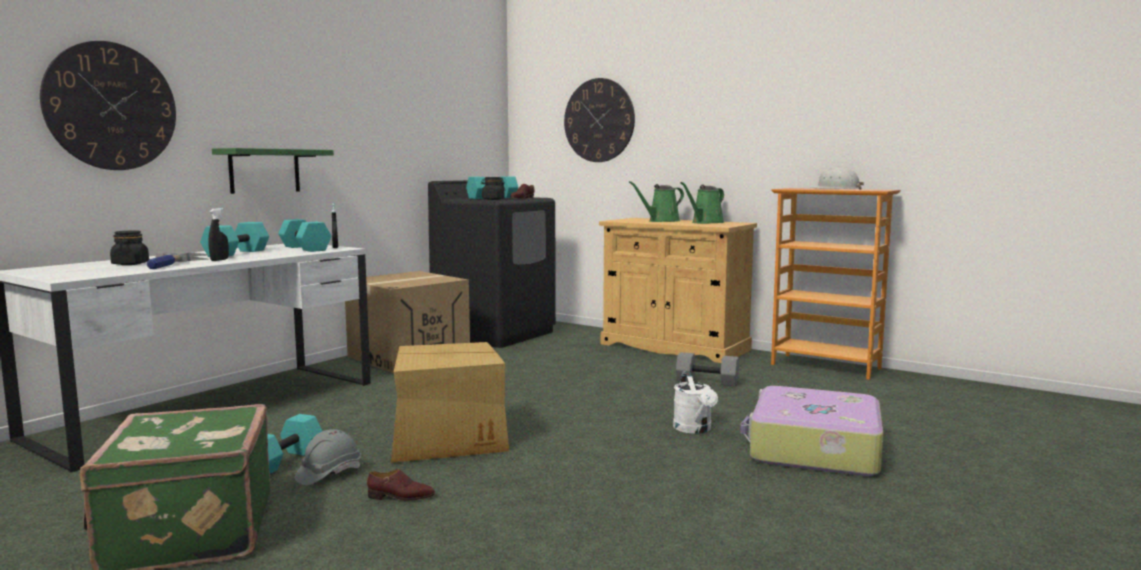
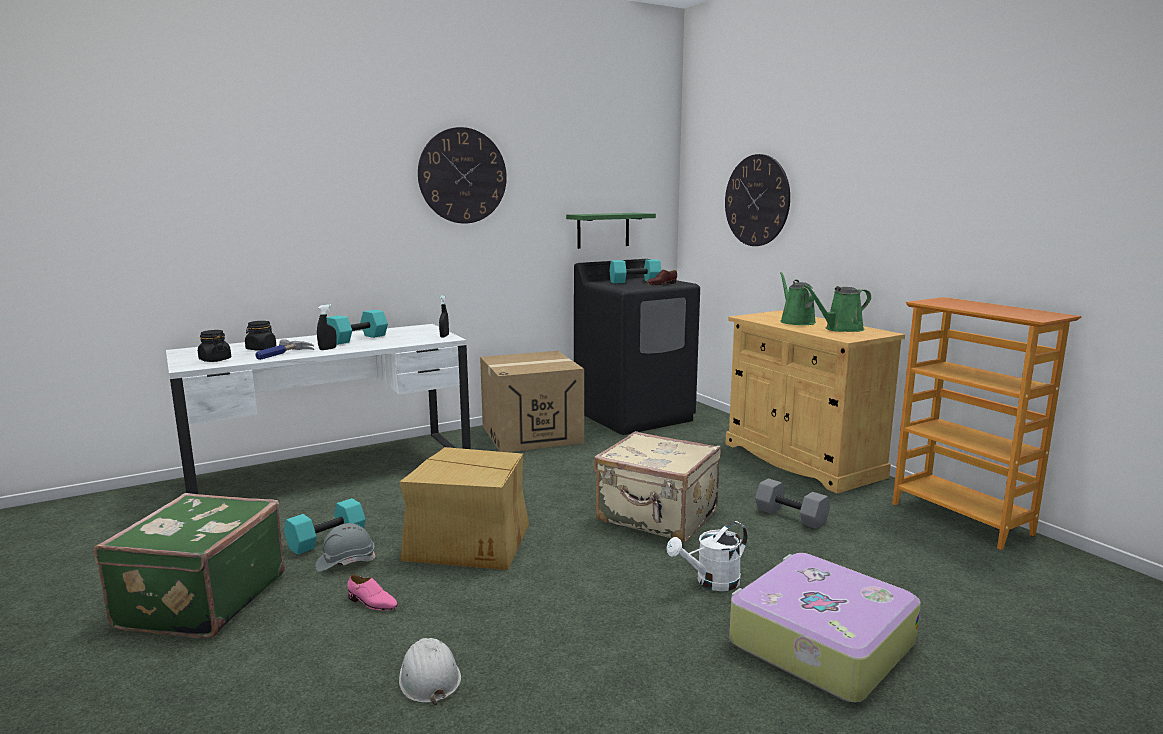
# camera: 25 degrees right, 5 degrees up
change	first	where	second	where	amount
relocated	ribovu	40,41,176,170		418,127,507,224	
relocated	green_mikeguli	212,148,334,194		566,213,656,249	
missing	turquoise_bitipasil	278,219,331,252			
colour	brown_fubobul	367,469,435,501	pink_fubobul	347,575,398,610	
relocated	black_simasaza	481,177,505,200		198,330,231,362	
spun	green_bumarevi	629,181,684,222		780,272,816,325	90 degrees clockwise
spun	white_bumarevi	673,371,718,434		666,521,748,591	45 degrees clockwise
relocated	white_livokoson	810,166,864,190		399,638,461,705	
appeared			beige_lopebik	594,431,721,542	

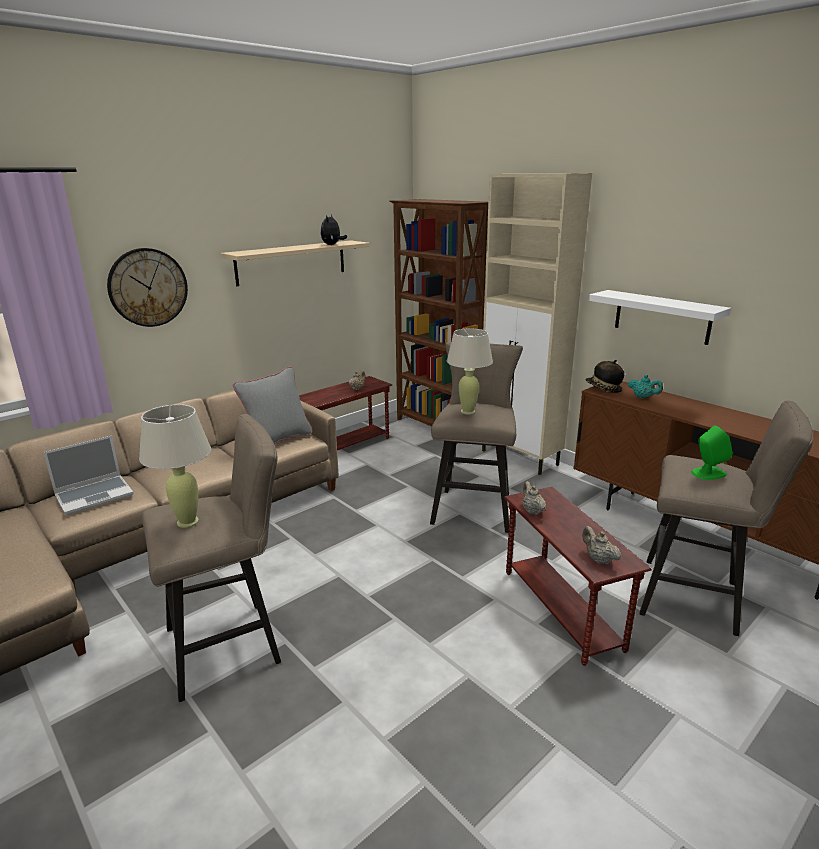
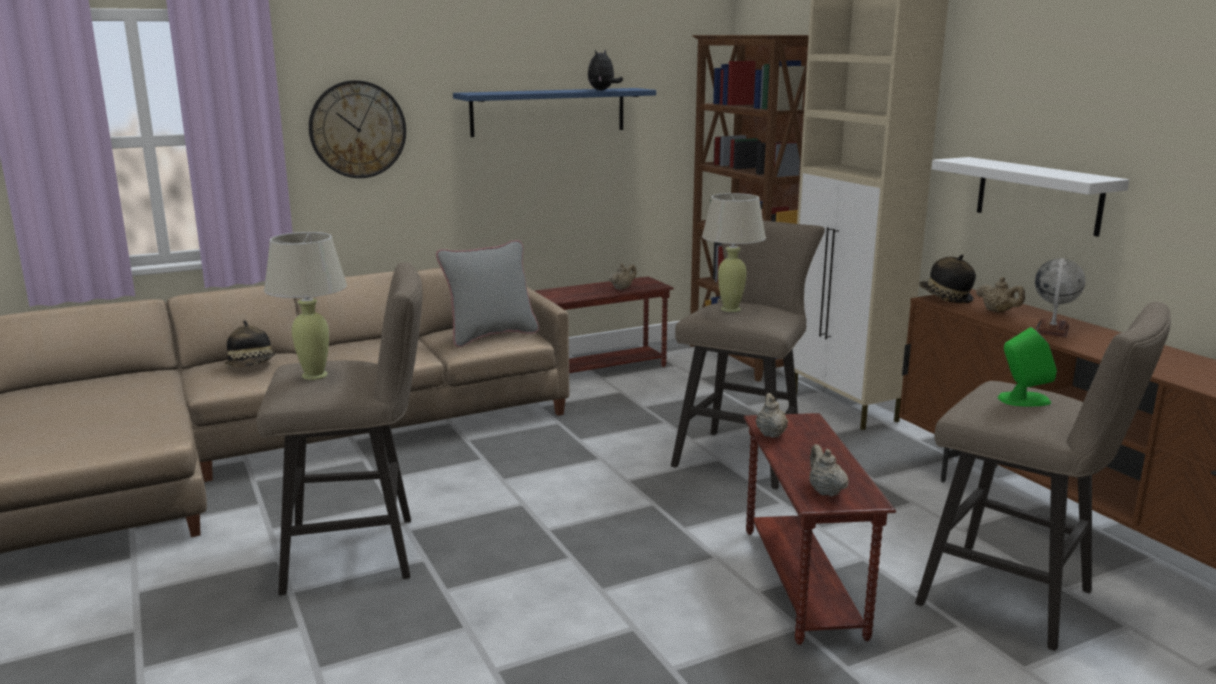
# camera: 15 degrees right, 5 degrees down
change	first	where	second	where	amount
exchanged	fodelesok	43,435,134,515	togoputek	225,320,276,367	
colour	beige_mikeguli	220,240,370,286	blue_mikeguli	453,88,656,137	
colour	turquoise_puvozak	628,375,663,398	beige_puvozak	976,277,1025,312	
appeared			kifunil	1035,258,1085,338	

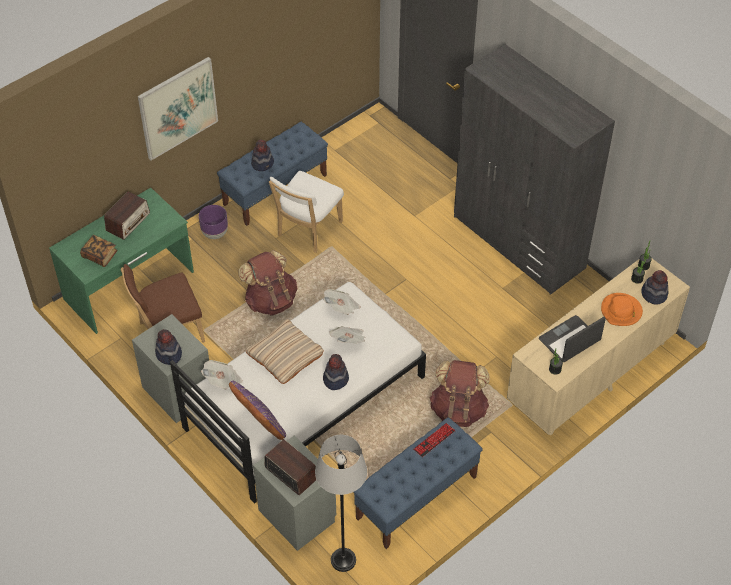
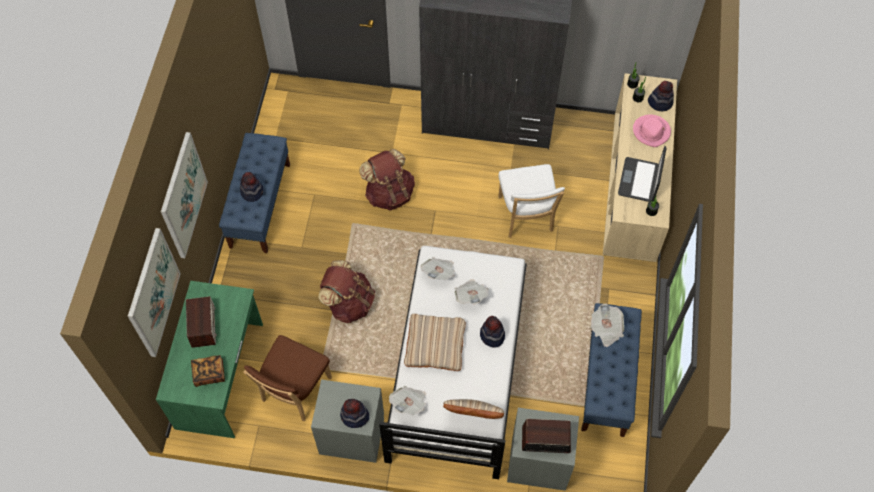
# camera: 40 degrees left, 10 degrees up
change	first	where	second	where	amount
missing	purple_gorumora	199,205,228,239			
colour	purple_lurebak	229,381,286,440	beige_lurebak	443,399,504,419	
relocated	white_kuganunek	269,171,344,253		498,164,565,238	
missing	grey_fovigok	315,435,367,572			
exchanged	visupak	413,423,456,457	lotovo	591,303,624,347	
relocated	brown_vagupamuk	430,360,490,427		359,149,415,211	
colour	orange_togoputek	601,293,643,326	pink_togoputek	633,114,671,147	
appeared			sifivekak	128,228,181,357	

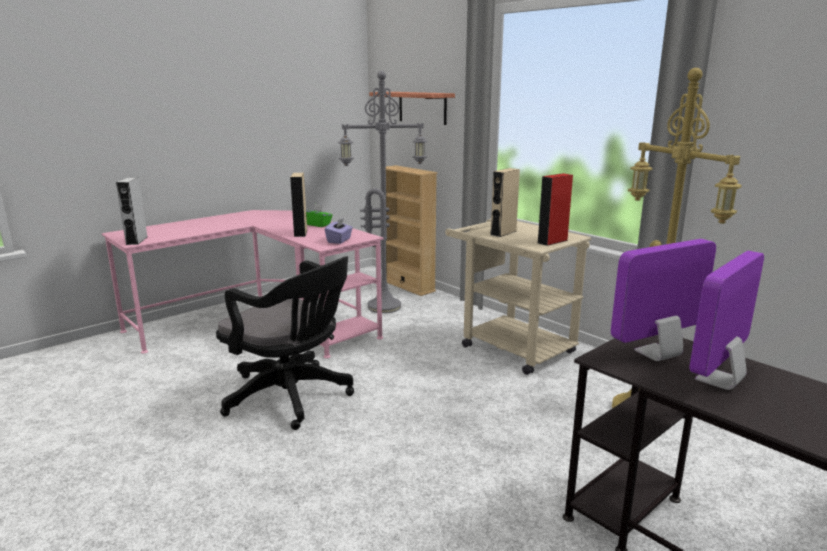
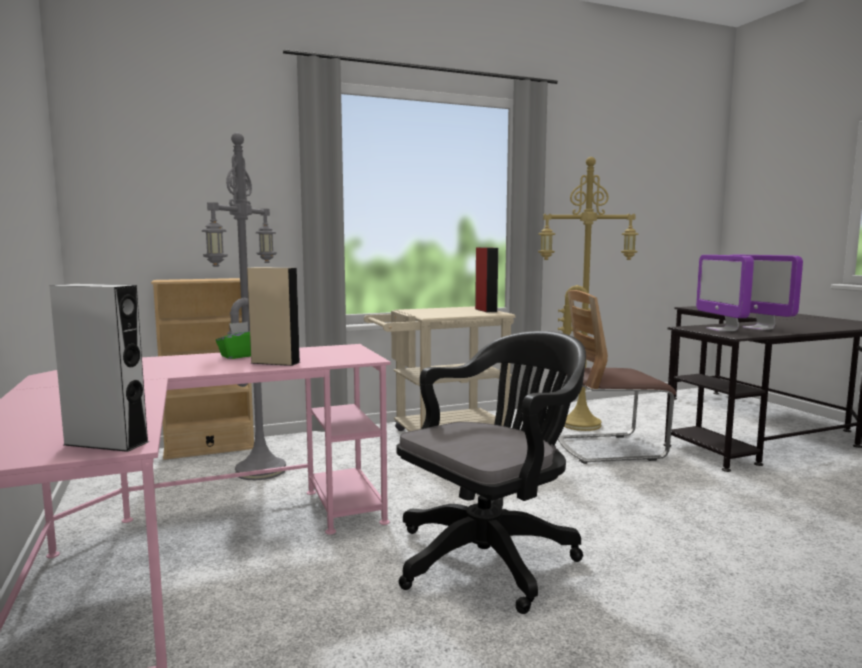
# camera: 70 degrees left, 10 degrees down
change	first	where	second	where	amount
missing	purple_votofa	325,217,353,244			
missing	mikeguli	369,92,455,125			
missing	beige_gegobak	491,168,520,237			
appeared			kuganunek	558,290,676,464	

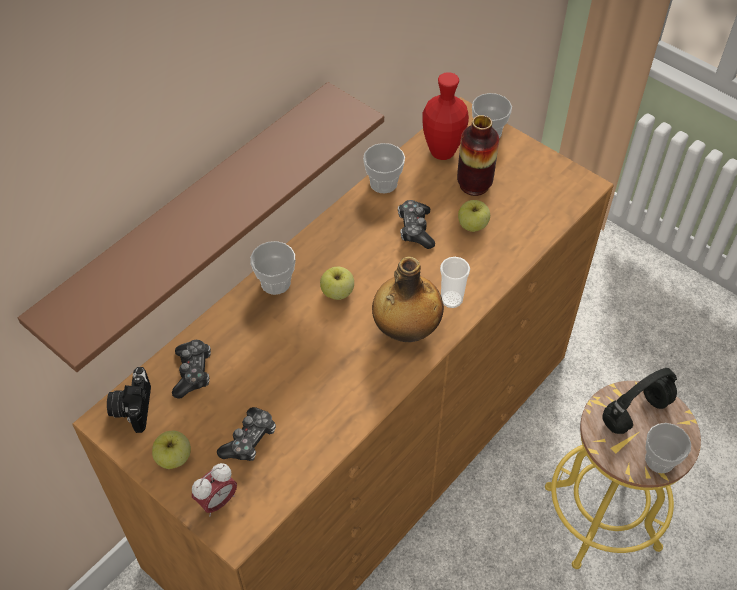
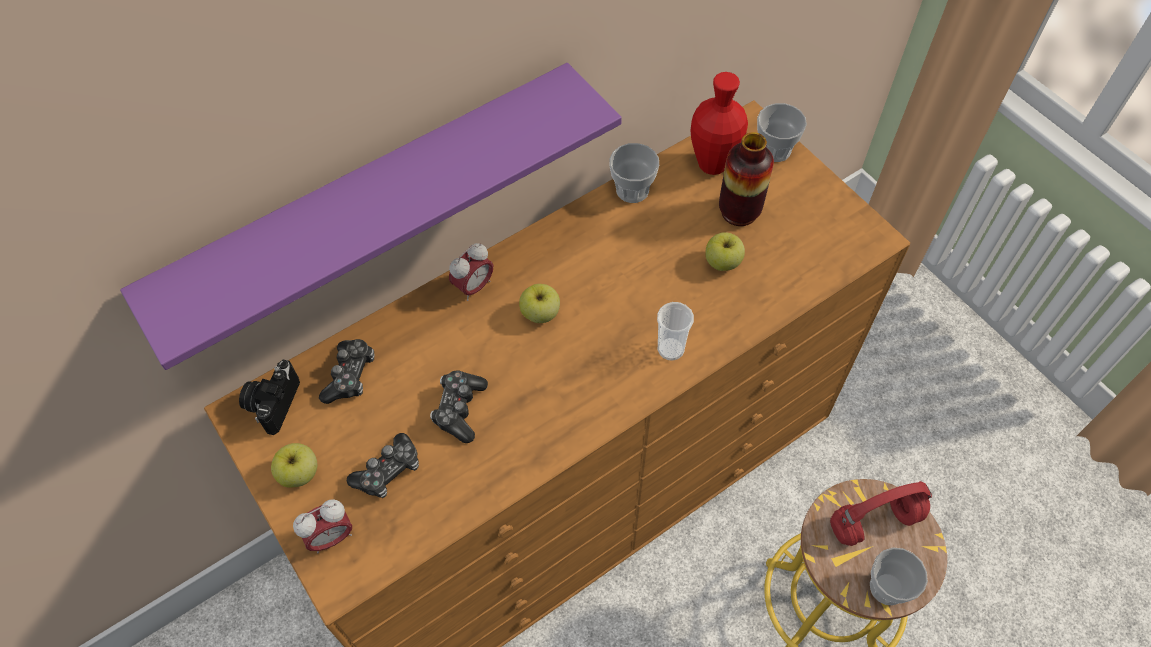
# camera: 15 degrees right, 5 degrees up
change	first	where	second	where	amount
colour	brown_mikeguli	18,82,384,372	purple_mikeguli	120,63,622,370	
exchanged	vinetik	250,241,295,295	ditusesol	449,243,493,301	
missing	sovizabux	372,257,444,342			
relocated	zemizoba	398,200,435,249		430,370,488,443	
colour	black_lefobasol	602,368,677,434	red_lefobasol	830,481,932,546	

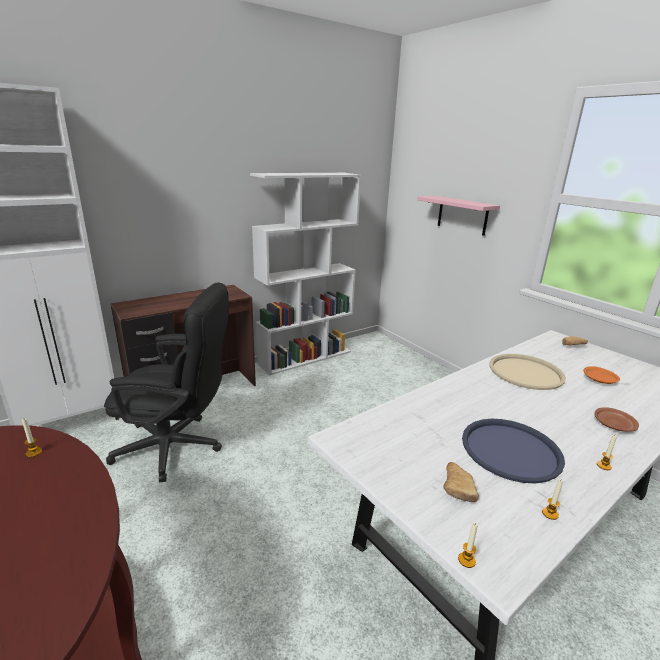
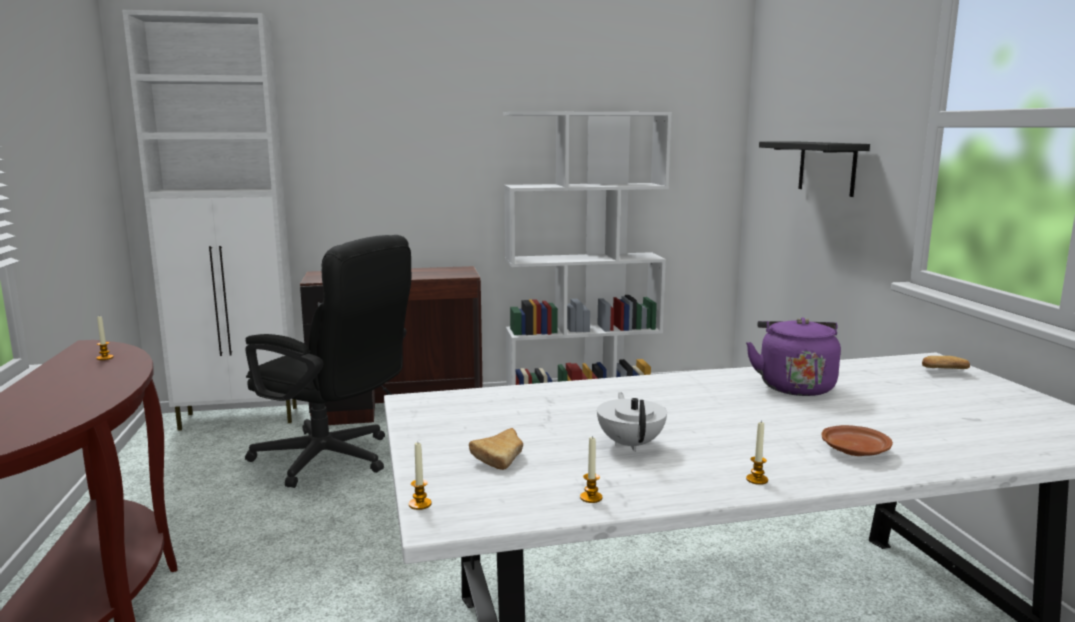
# camera: 25 degrees right, 10 degrees down
change	first	where	second	where	amount
colour	pink_mikeguli	417,196,500,236	black_mikeguli	759,141,870,197	
exchanged	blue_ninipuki	462,419,565,483	white_puvozak	597,392,667,452	
exchanged	beige_ninipuki	489,354,566,390	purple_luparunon	746,318,841,396	
missing	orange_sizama	583,366,620,384			

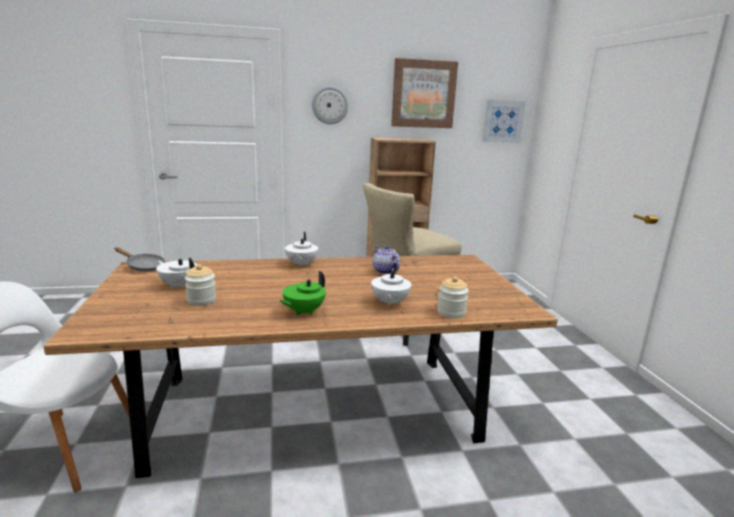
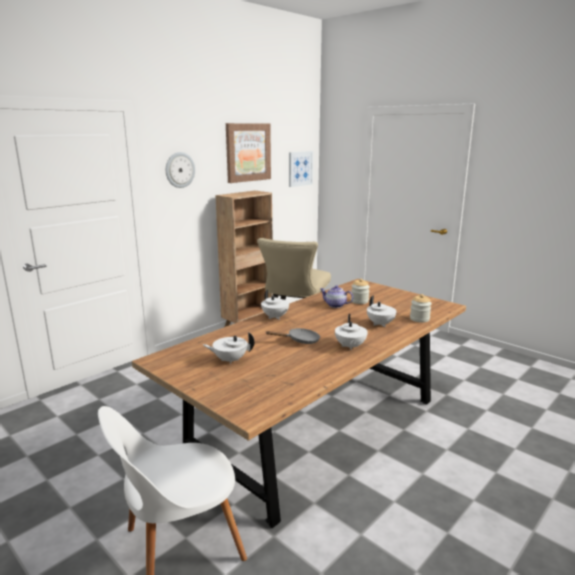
# camera: 35 degrees left, 0 degrees up
change	first	where	second	where	amount
relocated	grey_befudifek	114,247,165,272		266,328,320,344	
relocated	simasaza	185,264,216,306		351,278,370,304	
colour	green_puvozak	279,271,326,316	white_puvozak	335,314,368,350	

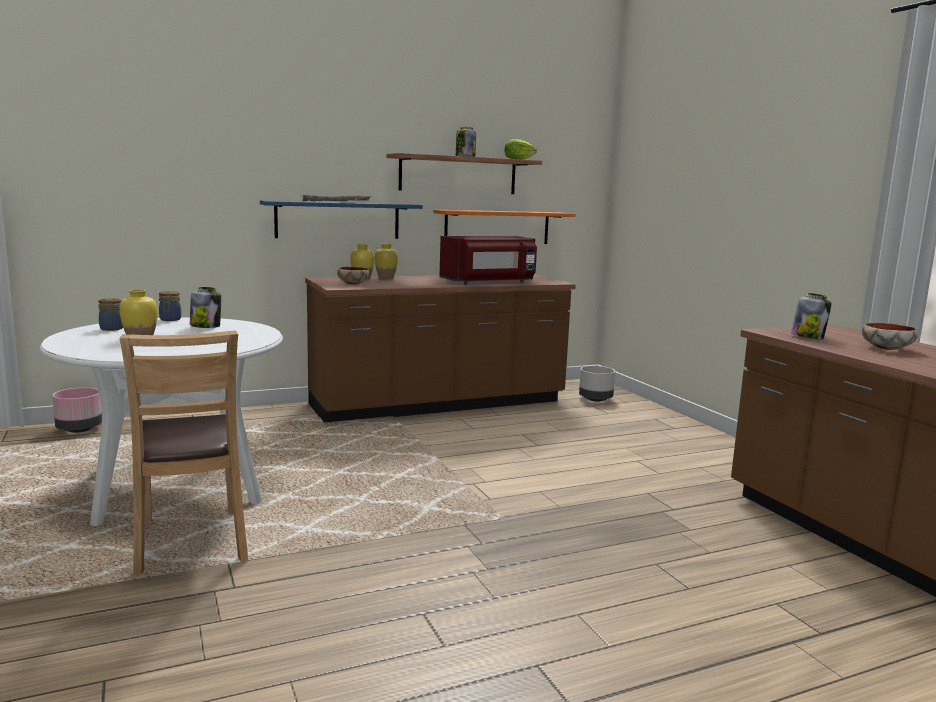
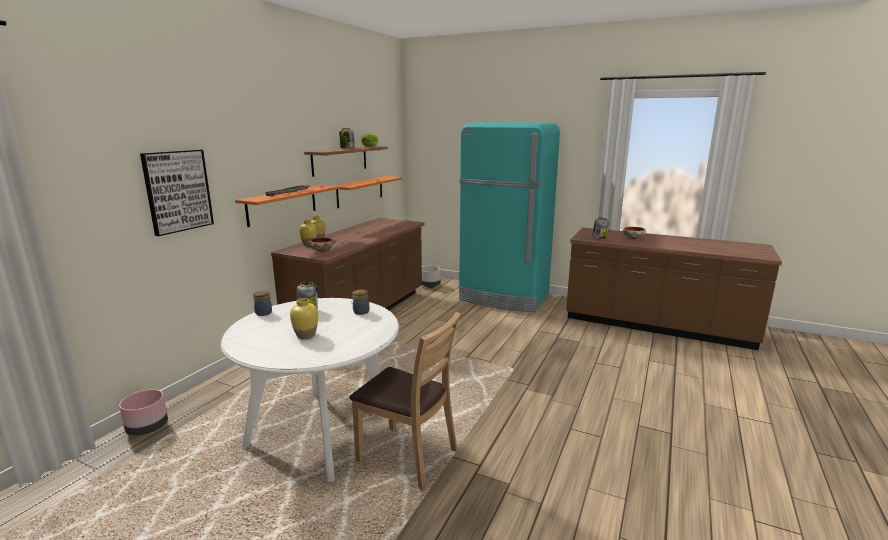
# camera: 40 degrees left, 5 degrees up
change	first	where	second	where	amount
relocated	simasaza	98,298,123,331		352,290,369,315	
colour	blue_mikeguli	260,200,423,239	orange_mikeguli	235,185,339,227	
missing	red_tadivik	439,236,537,284			
appeared			sifivekak	140,150,214,236	
appeared			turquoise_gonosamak	458,122,560,312	

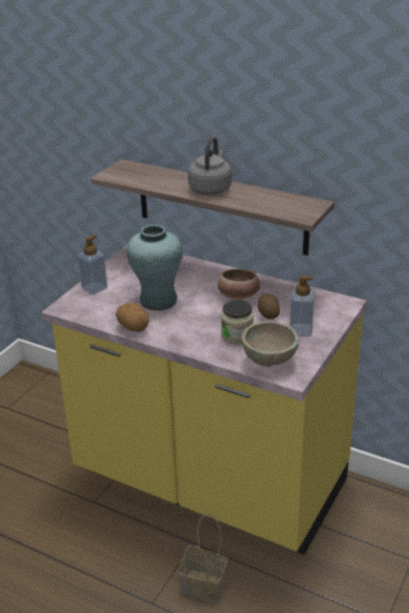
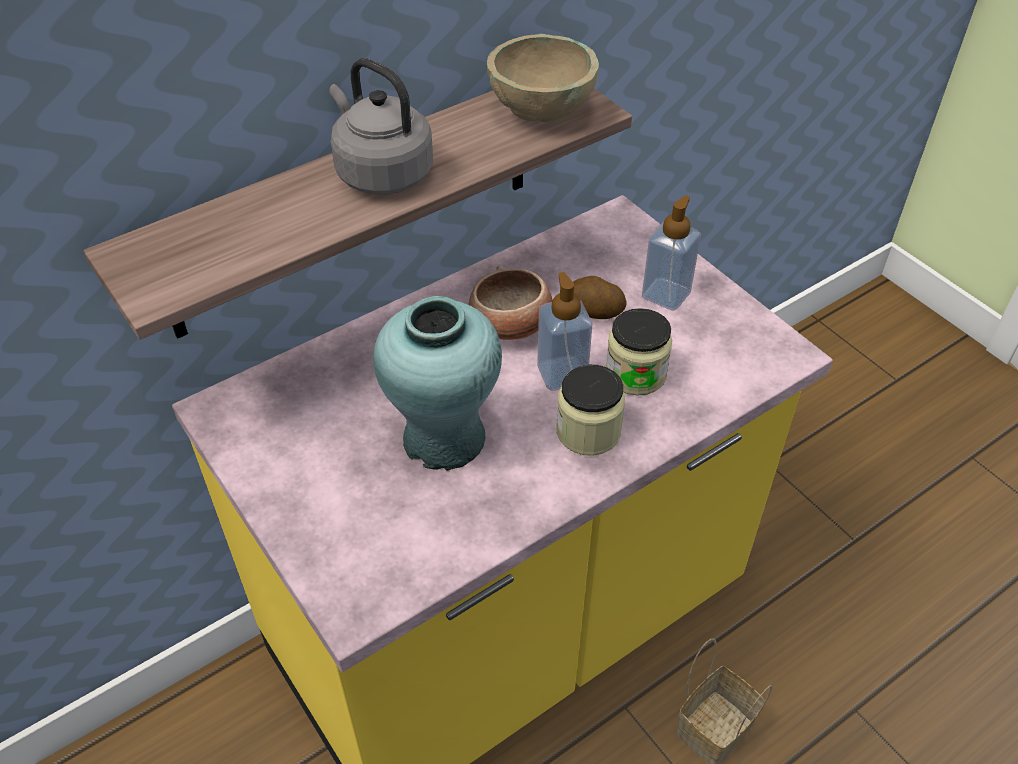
# camera: 65 degrees left, 15 degrees up
change	first	where	second	where	amount
relocated	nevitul	78,235,108,295		537,272,593,391	
missing	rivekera	116,303,149,332			
relocated	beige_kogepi	242,321,298,367		487,34,599,122	
appeared			simasaza	556,365,625,456	

